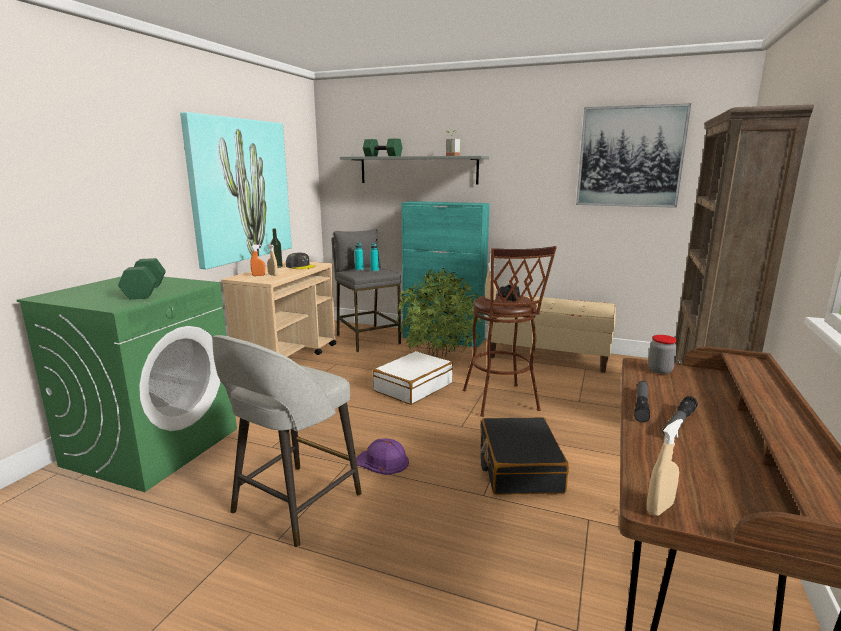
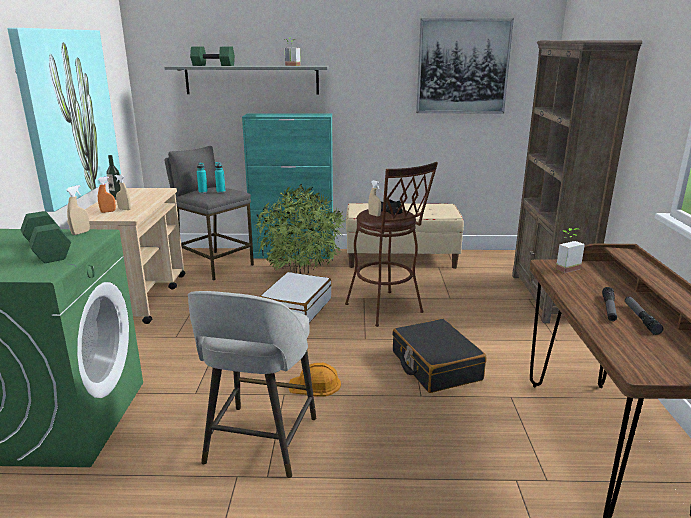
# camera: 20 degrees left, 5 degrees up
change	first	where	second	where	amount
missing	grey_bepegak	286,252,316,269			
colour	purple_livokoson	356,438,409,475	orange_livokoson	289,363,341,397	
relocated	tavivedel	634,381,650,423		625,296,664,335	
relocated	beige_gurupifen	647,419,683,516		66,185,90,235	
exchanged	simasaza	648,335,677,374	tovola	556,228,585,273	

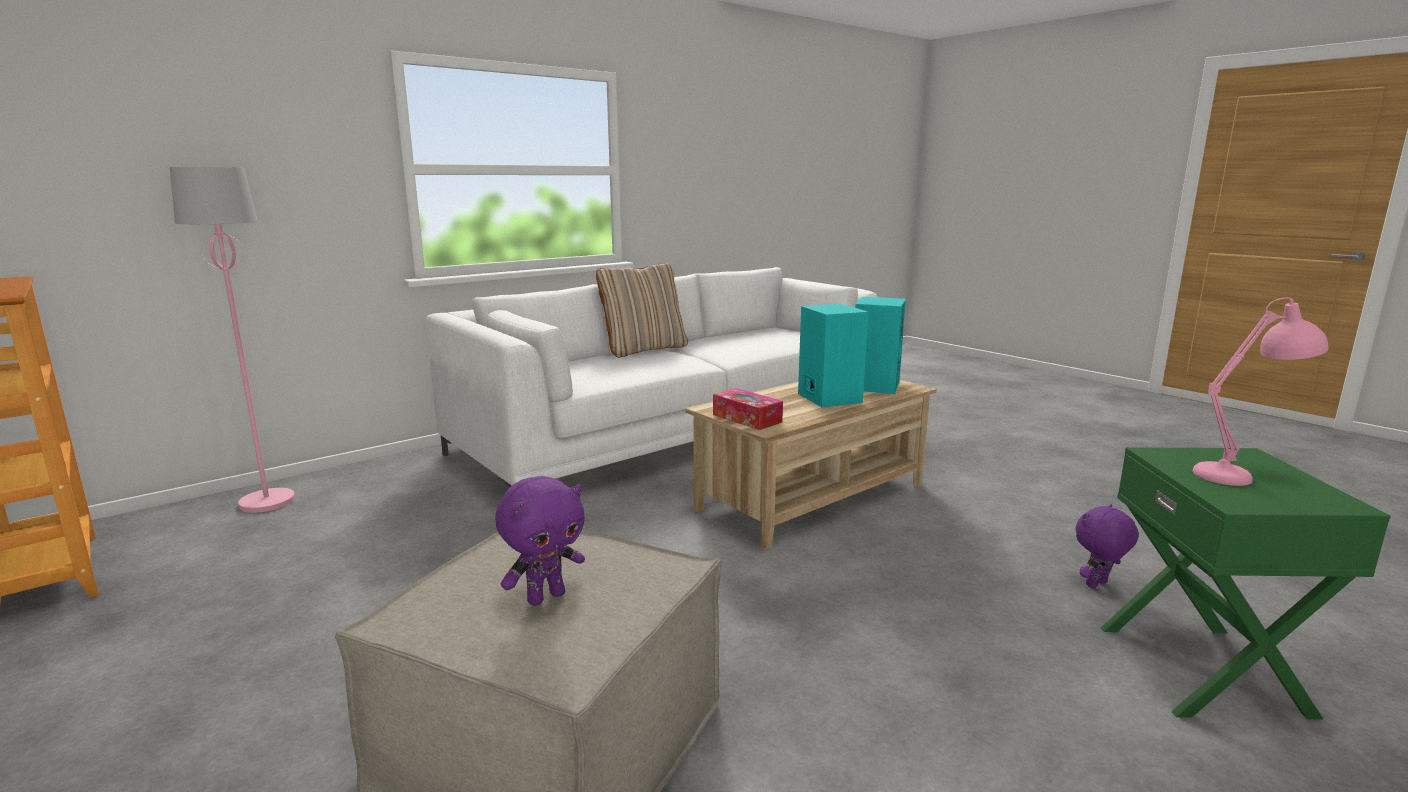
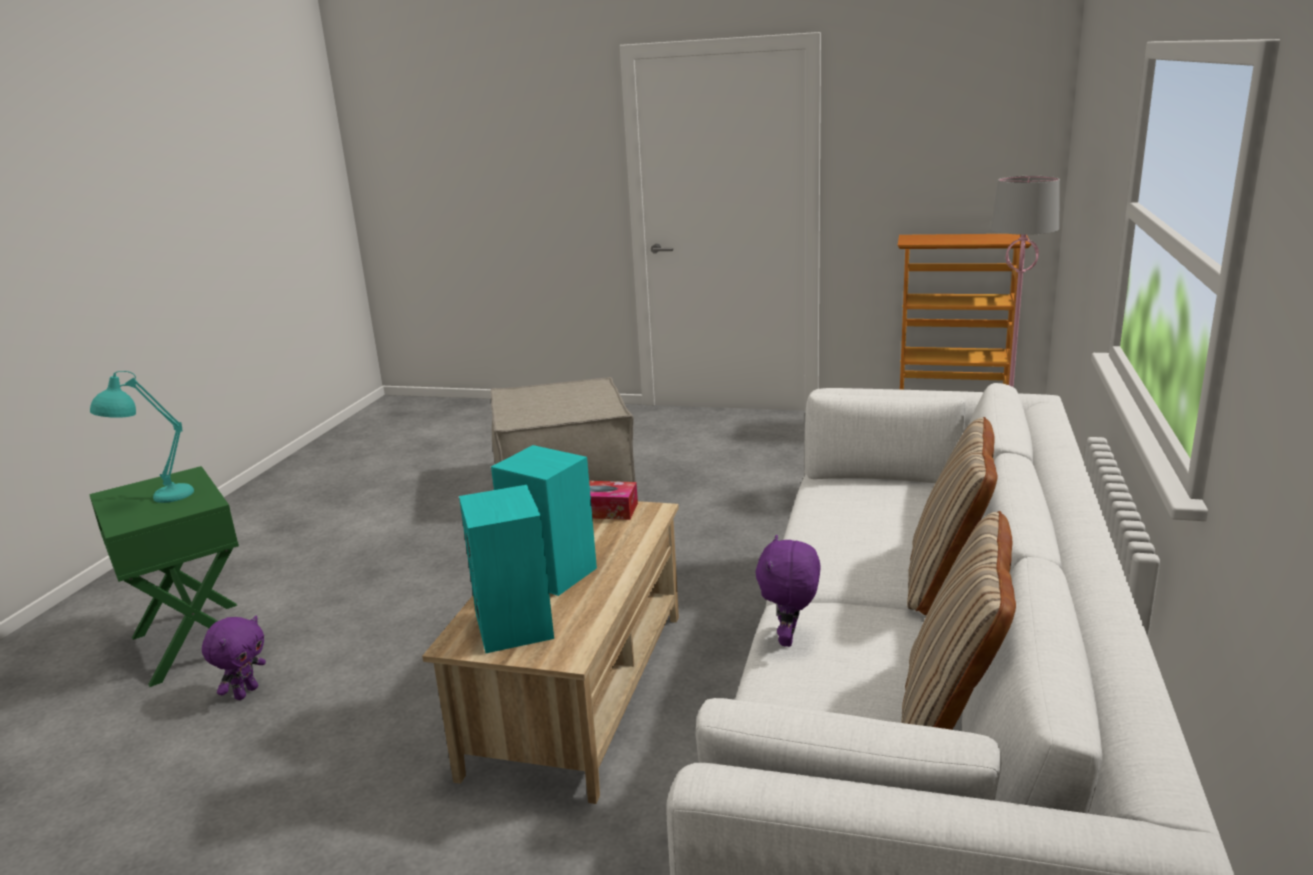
# camera: 145 degrees right, 5 degrees up
change	first	where	second	where	amount
relocated	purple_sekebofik	495,476,585,606		755,535,821,647	
colour	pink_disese	1193,297,1329,486	turquoise_disese	90,371,194,503	
appeared			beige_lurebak	901,511,1016,730	

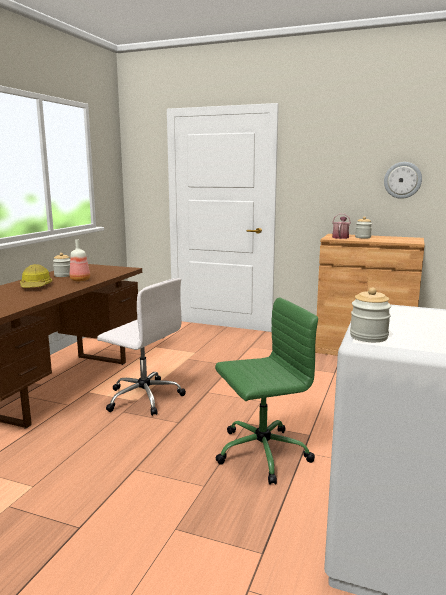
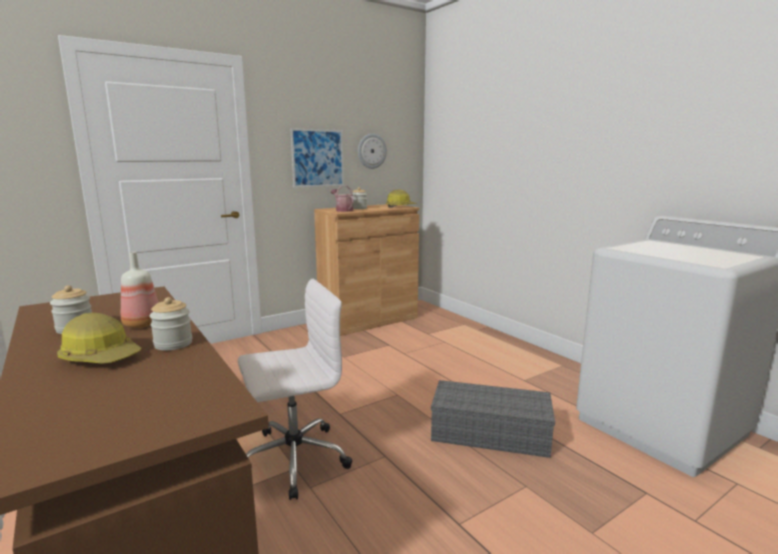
# camera: 55 degrees left, 0 degrees up
change	first	where	second	where	amount
exchanged	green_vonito	215,298,318,485	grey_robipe	431,380,555,458	
relocated	simasaza	350,288,391,342		150,297,192,351	
appeared			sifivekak	291,128,344,188	
appeared			livokoson	386,189,417,208	

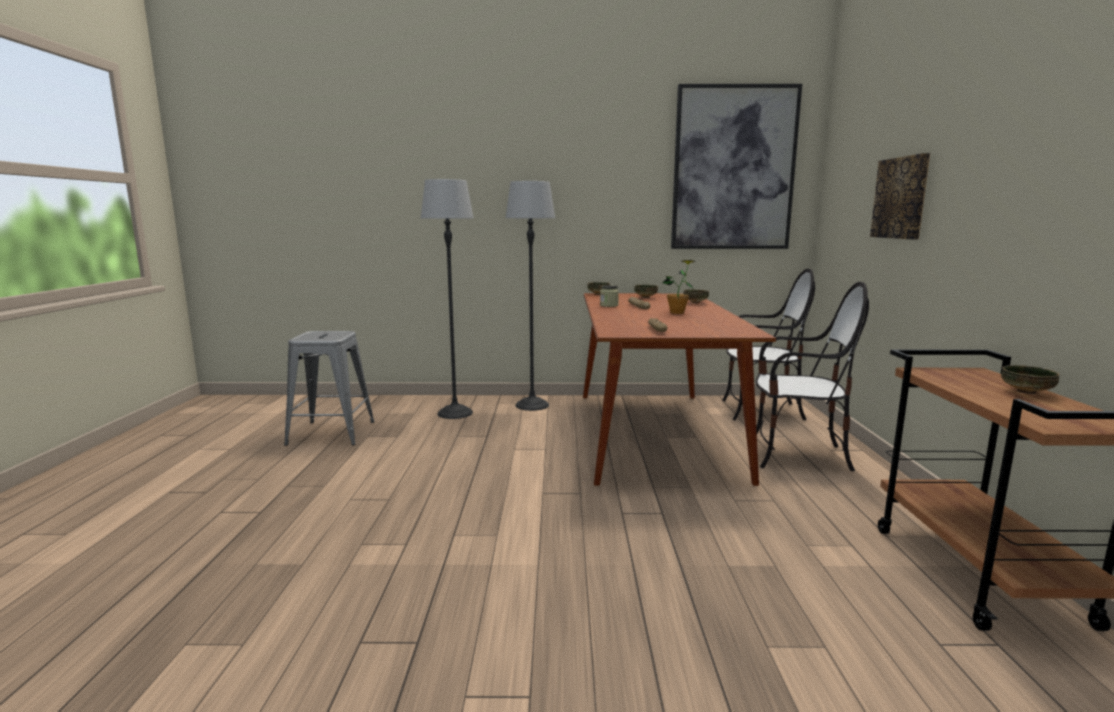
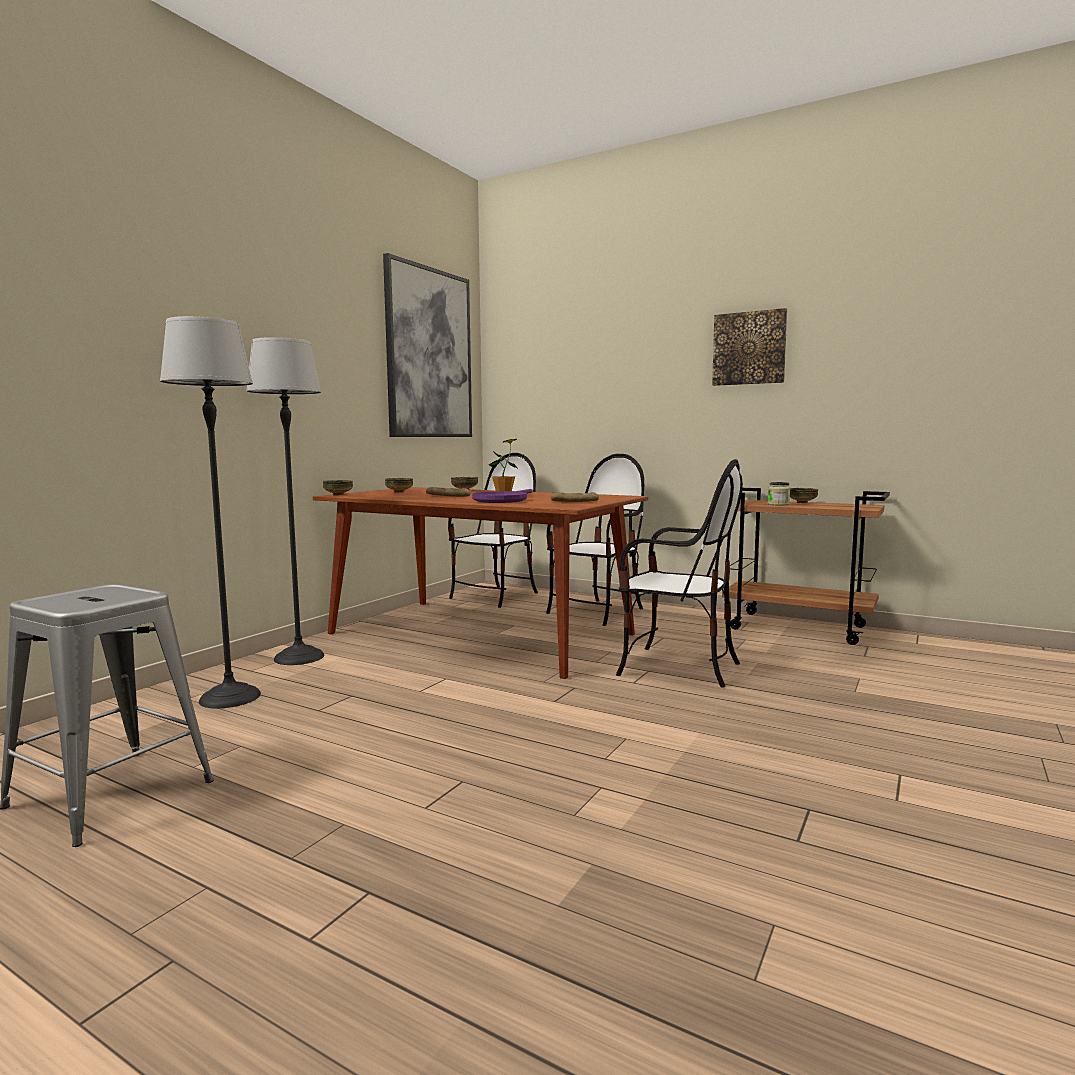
# camera: 60 degrees left, 5 degrees down
change	first	where	second	where	amount
relocated	simasaza	600,285,619,307		768,482,790,506	
relocated	sifivekak	870,153,930,240		712,308,787,386	
appeared			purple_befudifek	472,489,533,503	
appeared			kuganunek	616,459,743,688	

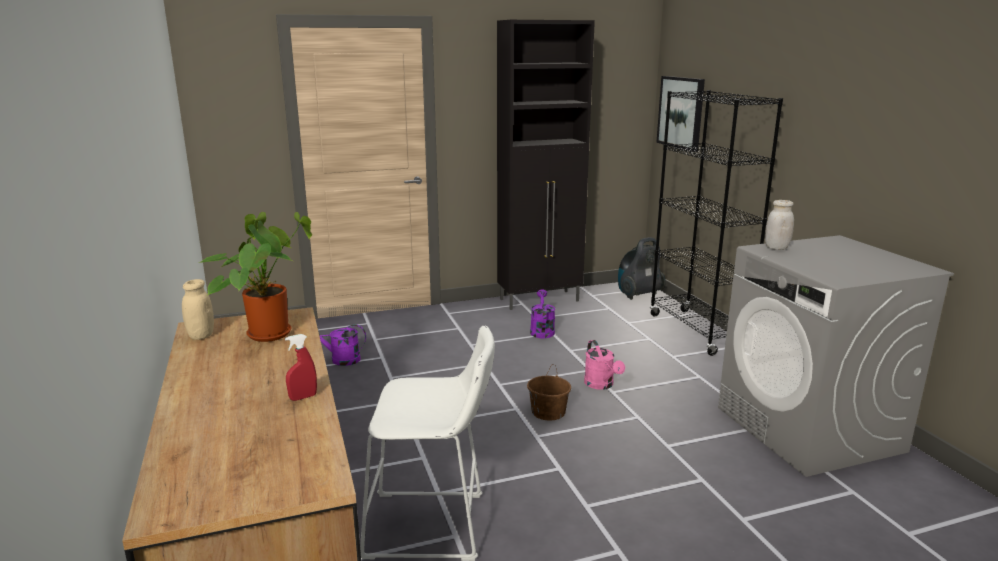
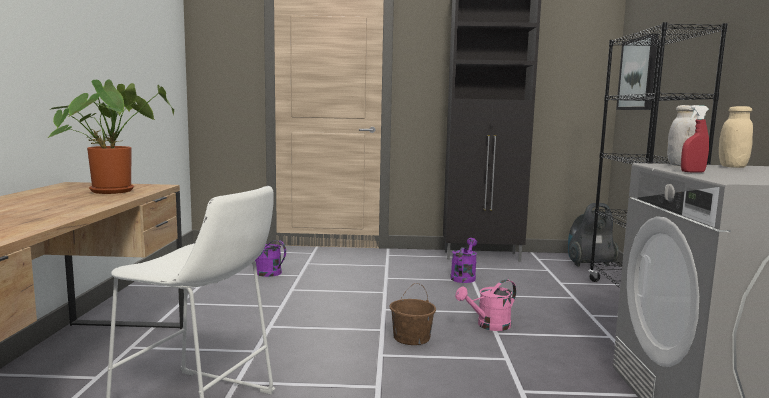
# camera: 20 degrees right, 10 degrees down
change	first	where	second	where	amount
relocated	beige_simasaza	182,279,214,340		719,106,753,168	
relocated	red_gurupifen	285,334,317,401		681,105,709,173	
spun	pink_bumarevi	584,340,625,390		455,279,516,331	60 degrees clockwise

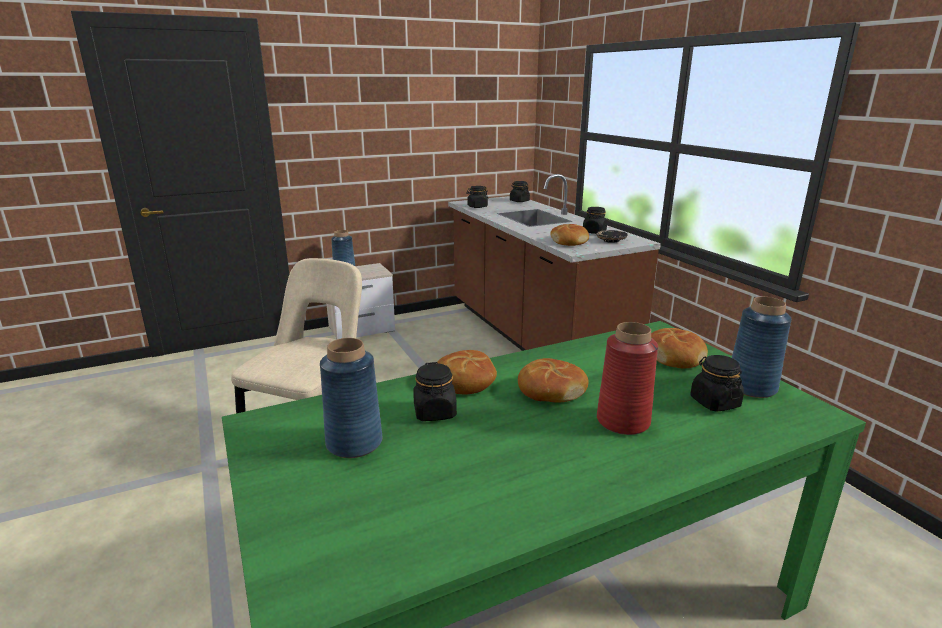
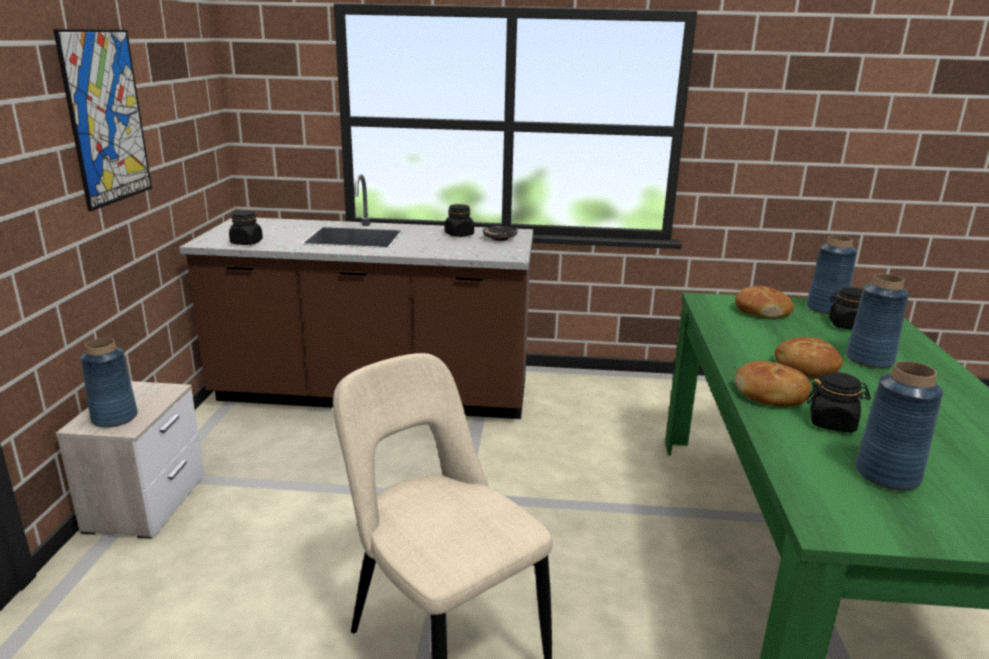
# camera: 60 degrees left, 0 degrees up
change	first	where	second	where	amount
missing	black_simasaza	510,181,530,202			
missing	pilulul	550,224,589,246			
colour	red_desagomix	597,322,658,435	blue_desagomix	846,274,909,369	
appeared			sifivekak	53,29,152,211	

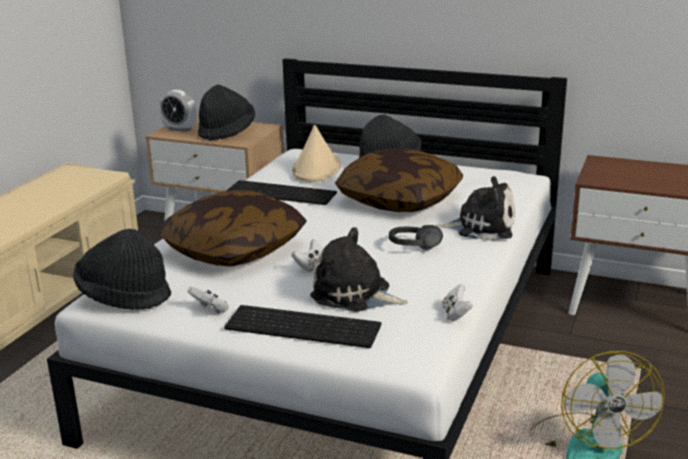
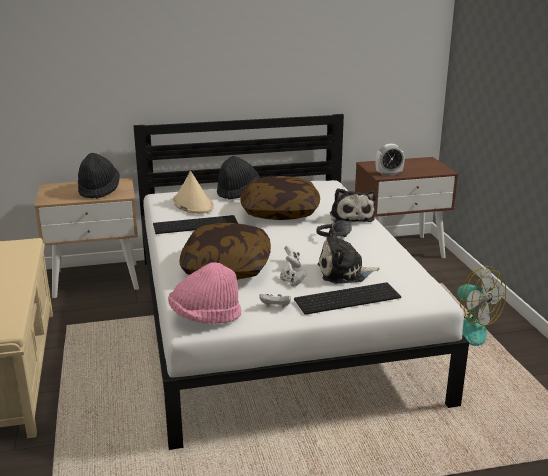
# camera: 35 degrees left, 0 degrees up
change	first	where	second	where	amount
colour	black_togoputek	73,229,171,310	pink_togoputek	168,262,242,324	
relocated	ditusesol	160,90,197,132		375,144,405,176	
spun	sekebofik	436,176,515,241		330,188,376,223	105 degrees clockwise
relocated	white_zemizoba	442,284,473,321		280,262,307,287	

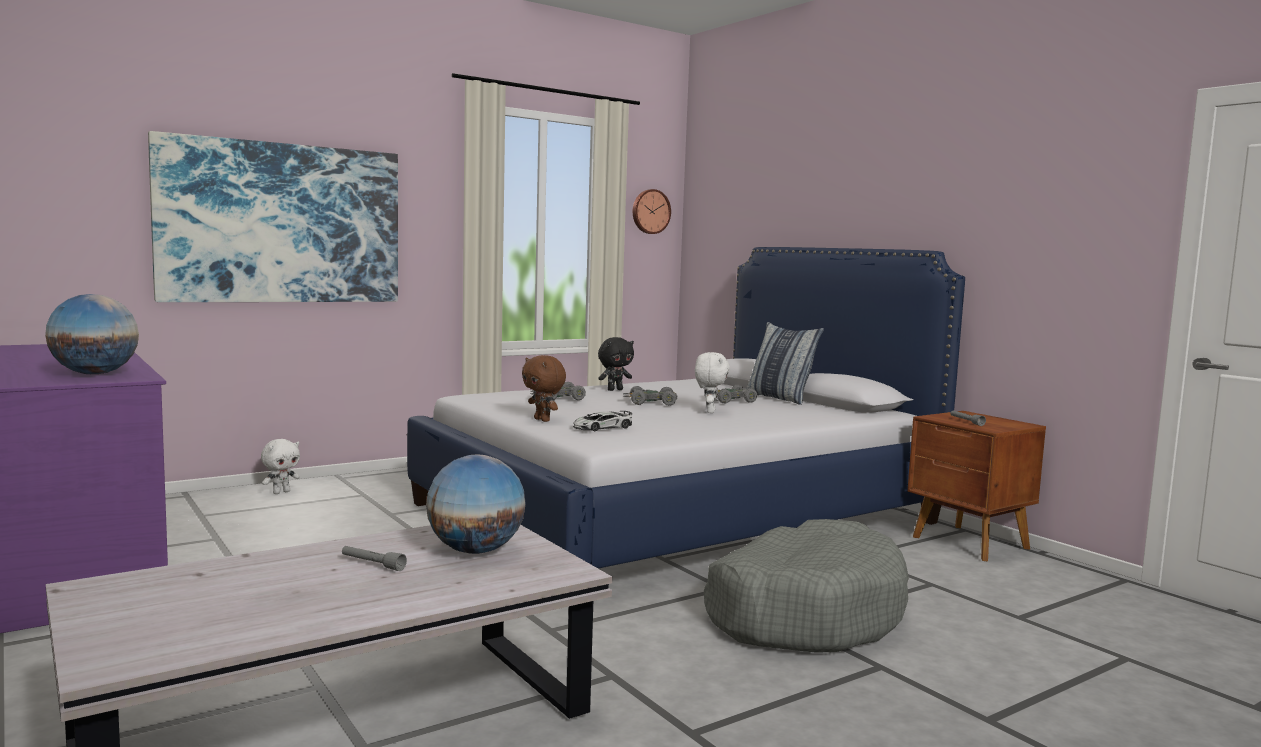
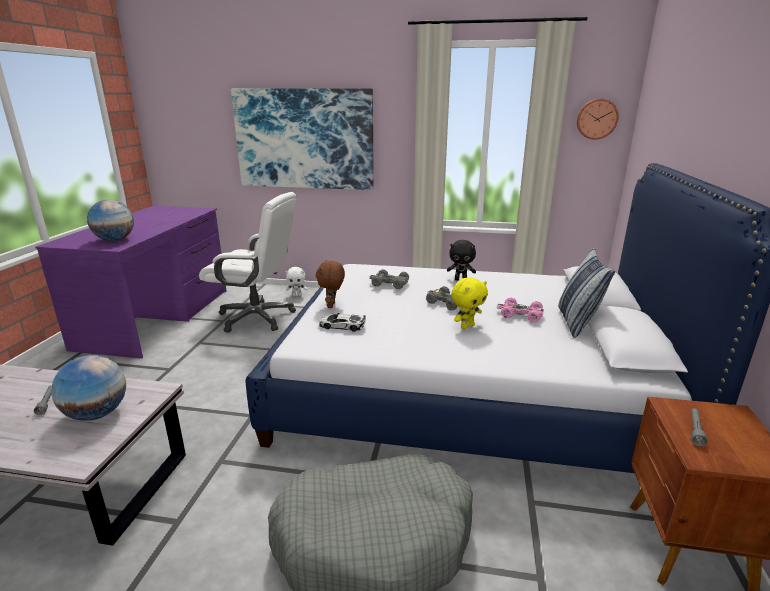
# camera: 45 degrees right, 15 degrees up
change	first	where	second	where	amount
colour	white_sekebofik	695,352,730,413	yellow_sekebofik	452,277,488,329	
colour	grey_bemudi	704,385,757,404	pink_bemudi	497,298,544,322	
appeared			white_vonito	199,192,296,333	

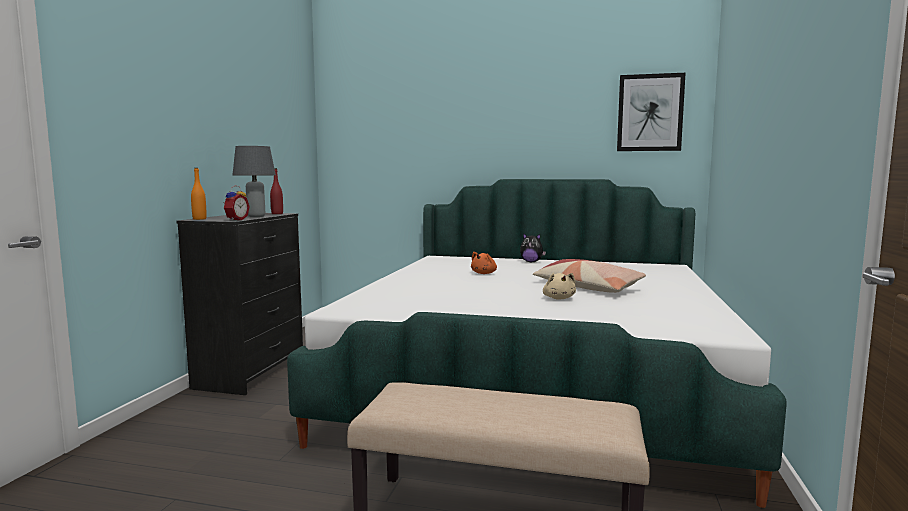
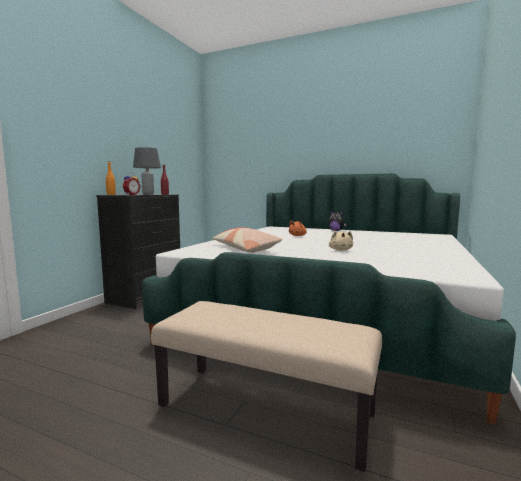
# camera: 10 degrees right, 0 degrees up
change	first	where	second	where	amount
relocated	lurebak	533,259,646,293		212,227,283,253	
missing	sifivekak	617,73,686,151			

